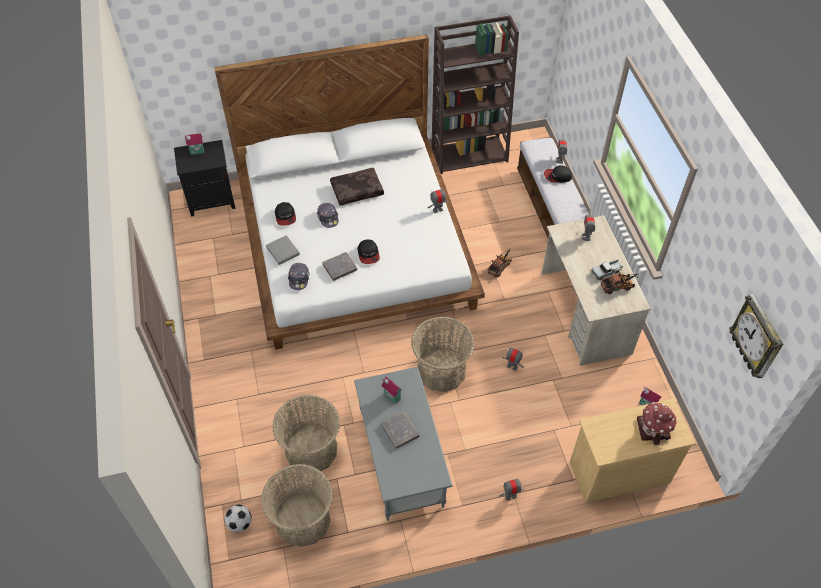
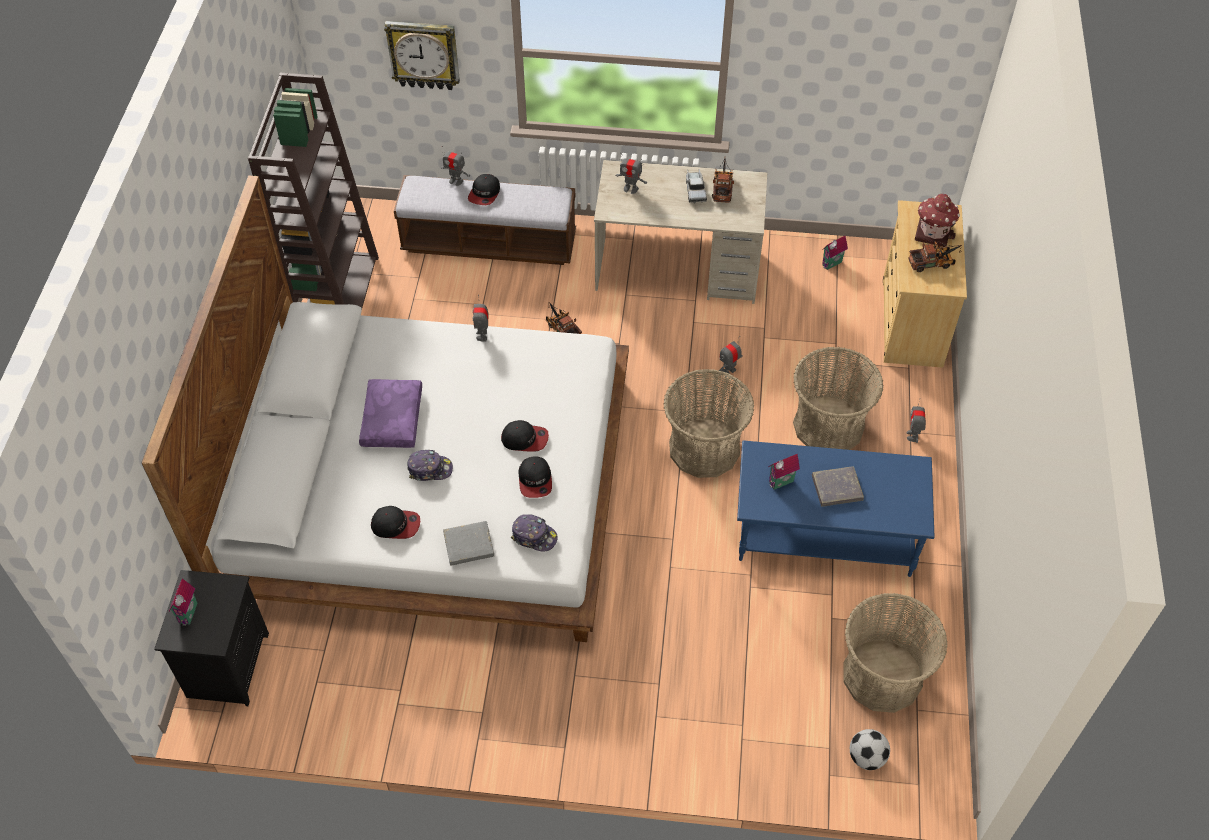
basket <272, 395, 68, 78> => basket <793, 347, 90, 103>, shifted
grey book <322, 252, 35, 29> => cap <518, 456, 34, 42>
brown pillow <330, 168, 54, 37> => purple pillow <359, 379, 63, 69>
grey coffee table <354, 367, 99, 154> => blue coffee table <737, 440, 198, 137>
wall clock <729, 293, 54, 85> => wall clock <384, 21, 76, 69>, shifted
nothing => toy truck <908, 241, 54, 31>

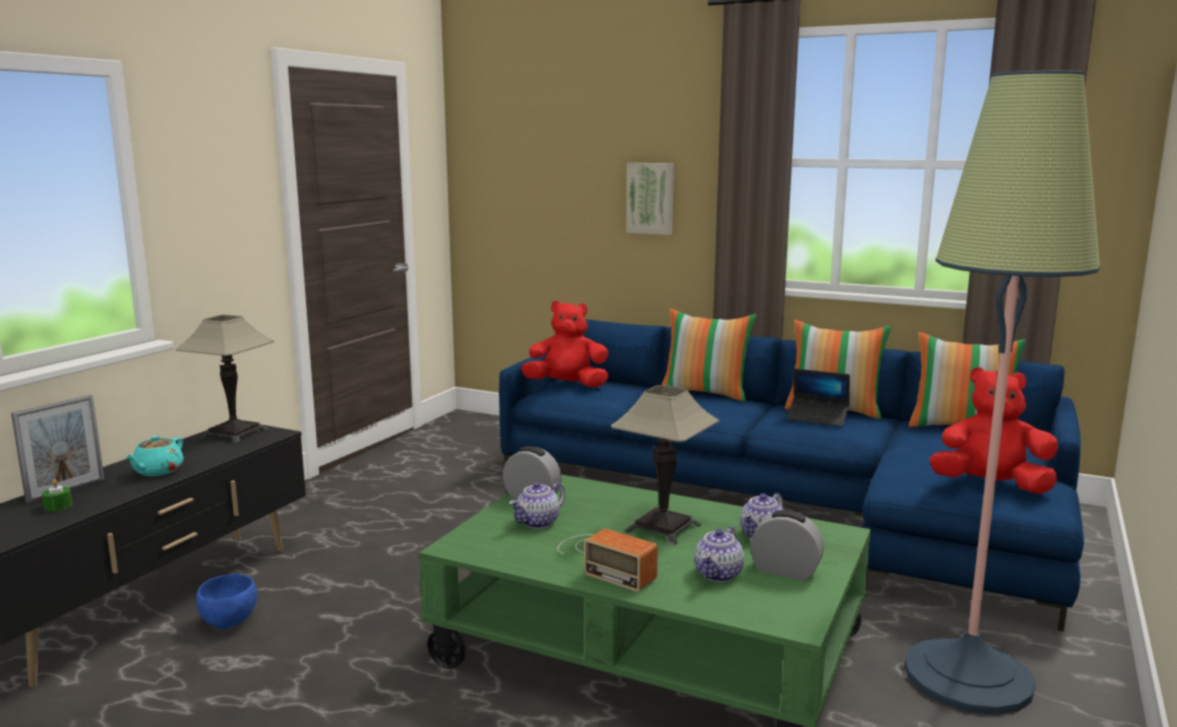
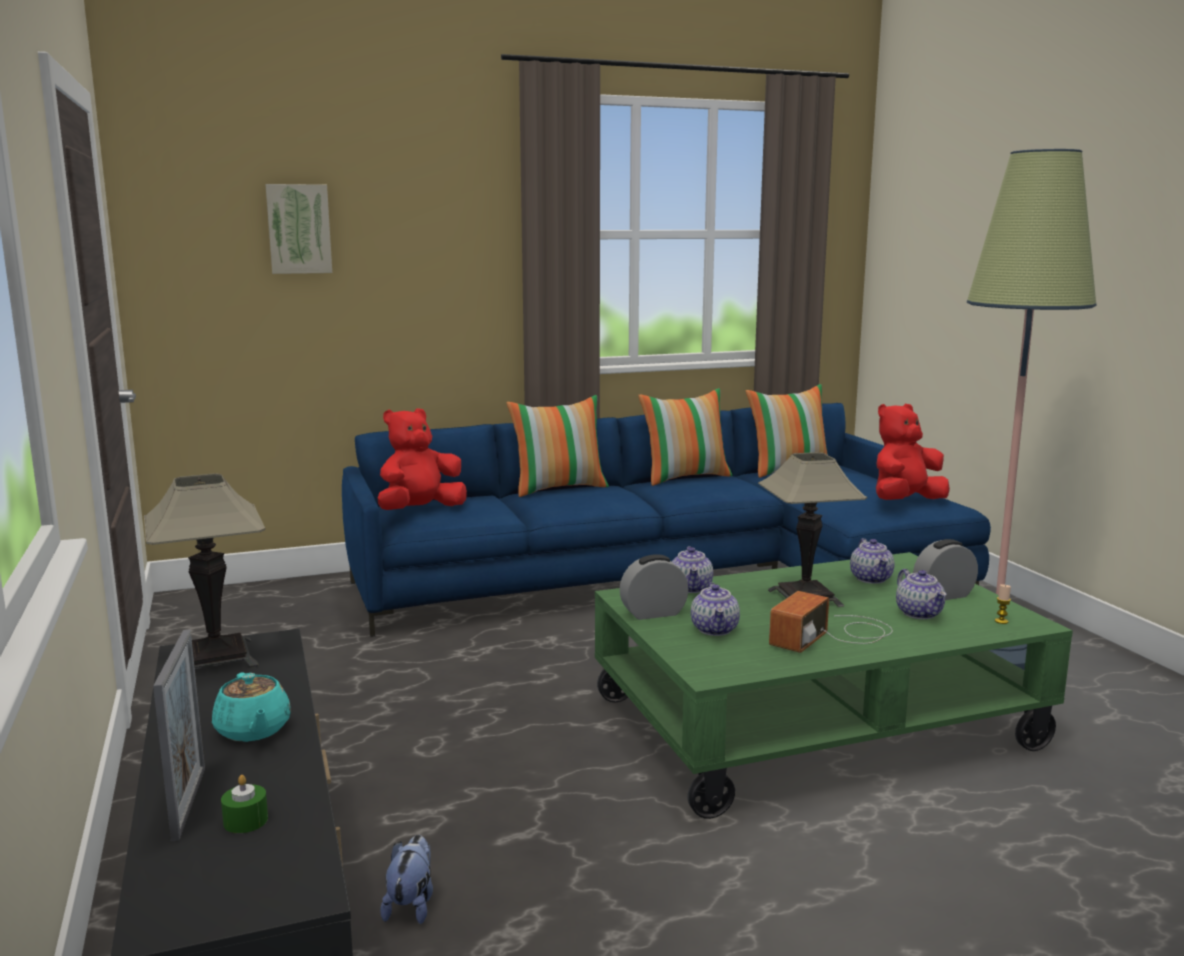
blue bowl <196, 574, 61, 55> => plush toy <380, 835, 53, 89>
radio <557, 529, 101, 63> => radio <769, 591, 124, 62>, 135 degrees clockwise
picture <626, 163, 48, 72> => picture <265, 184, 67, 90>, shifted
laptop <786, 368, 64, 59> => nothing
nothing => teapot <672, 546, 41, 47>
nothing => candle <995, 584, 16, 40>

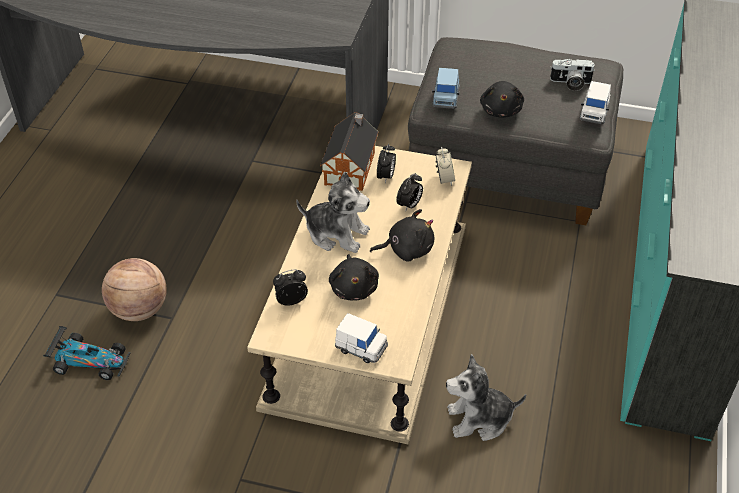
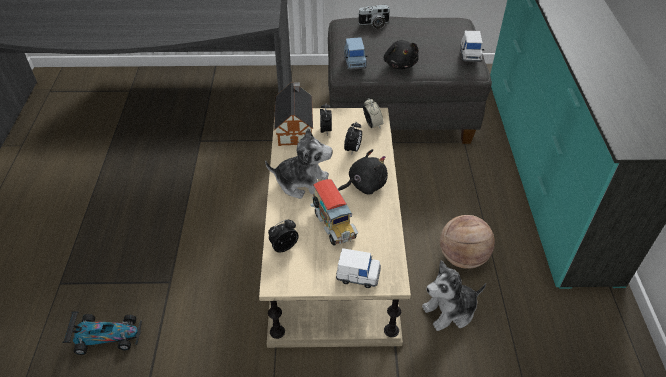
basketball <102, 258, 65, 63> => basketball <440, 215, 55, 54>, shifted
black plush toy <329, 254, 50, 47> => toy truck <310, 179, 48, 67>
photo camera <550, 59, 45, 32> => photo camera <358, 5, 33, 24>, shifted

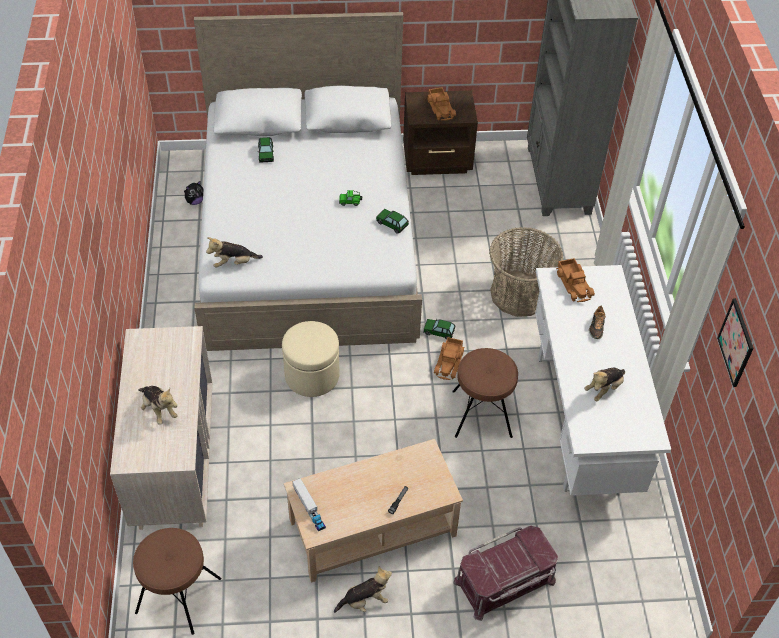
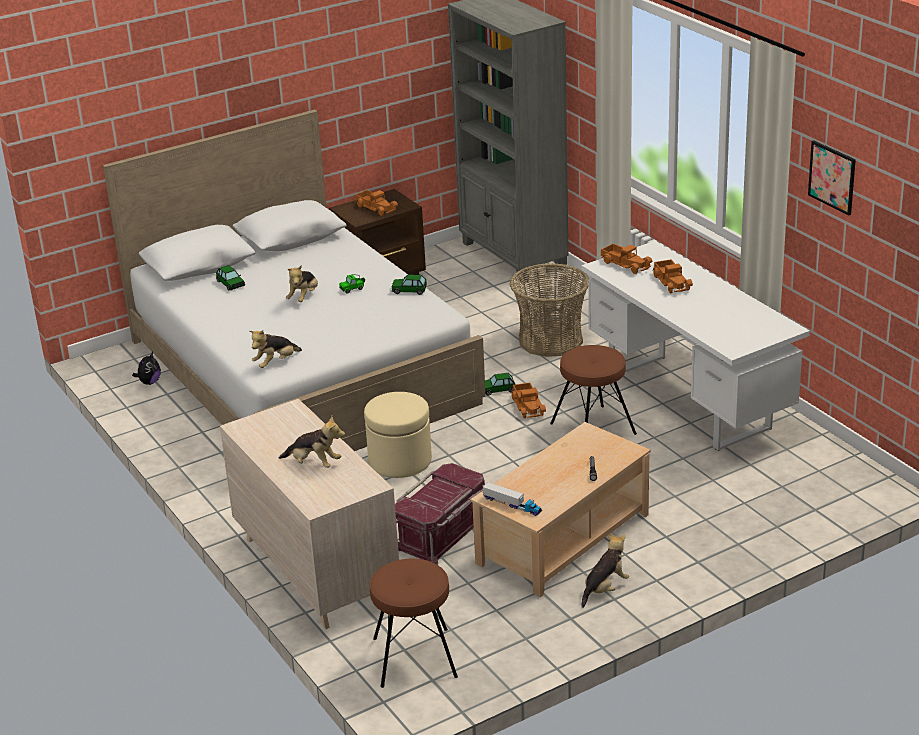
red storage box <454, 526, 104, 95> => red storage box <395, 463, 90, 102>, shifted
plush toy <584, 368, 41, 33> => plush toy <286, 265, 32, 37>, shifted
shoe <589, 306, 17, 33> => toy truck <652, 259, 41, 34>

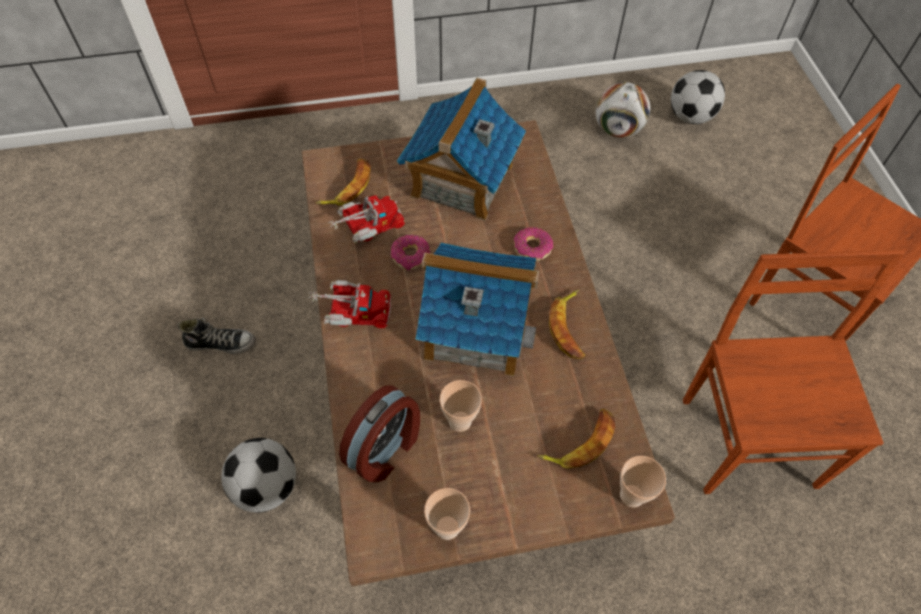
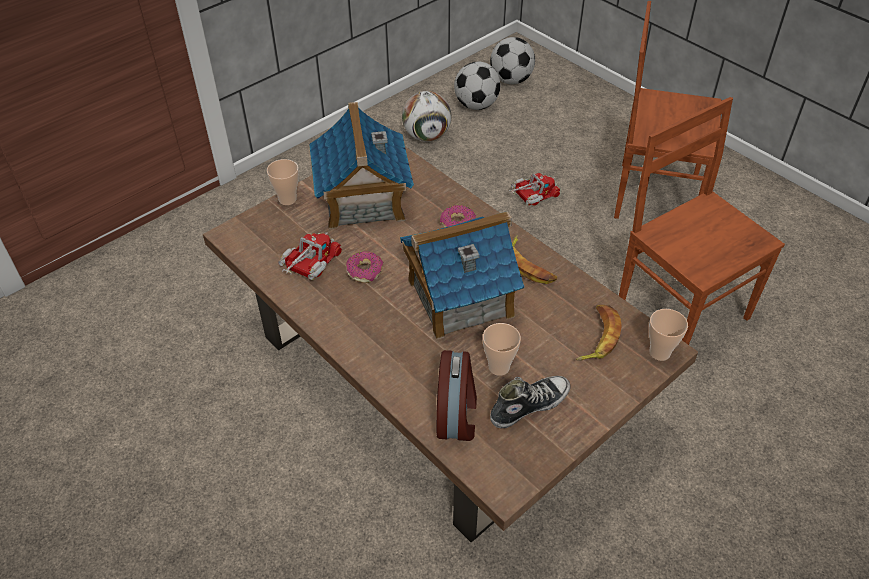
shoe <178, 318, 78, 36> => shoe <490, 376, 80, 52>, shifted
football <221, 438, 75, 75> => football <490, 37, 45, 47>, shifted
toy truck <308, 280, 83, 48> => toy truck <509, 173, 51, 32>, shifted
banana <316, 159, 55, 47> => nothing
cup <424, 488, 46, 52> => cup <267, 159, 32, 46>, shifted

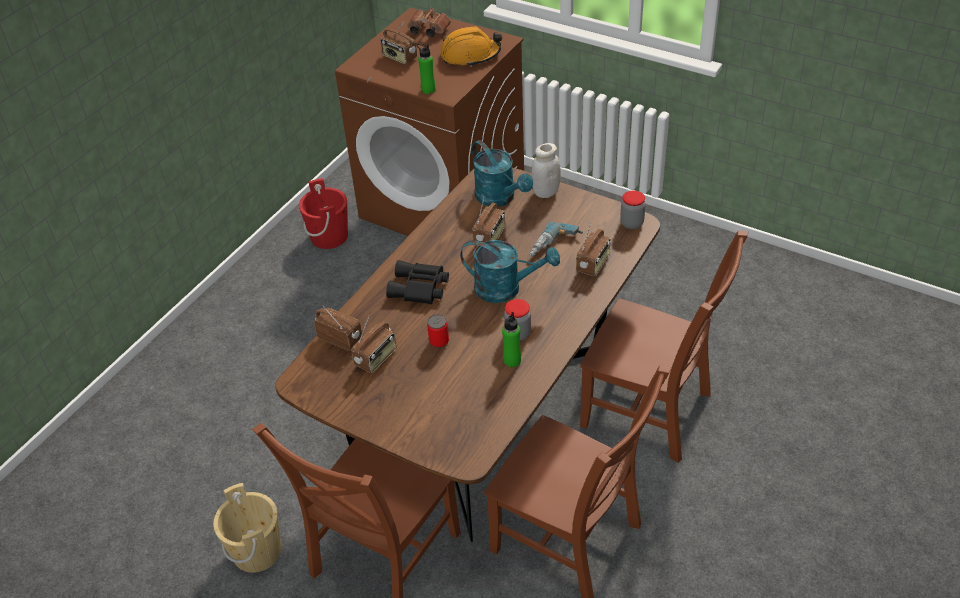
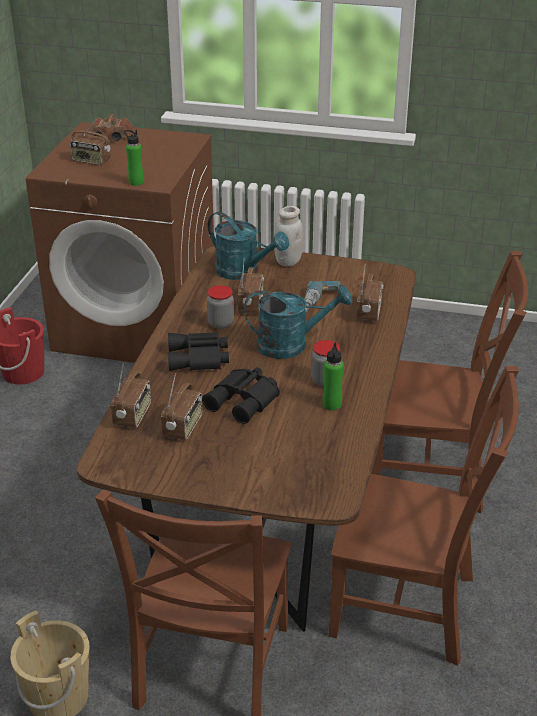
radio <314, 305, 48, 46> => radio <111, 362, 40, 66>, 90 degrees clockwise
can <427, 314, 22, 34> => black binoculars <202, 367, 78, 57>
orange hard hat <440, 26, 62, 41> => nothing
jar <620, 191, 26, 38> => jar <207, 285, 27, 44>, shifted

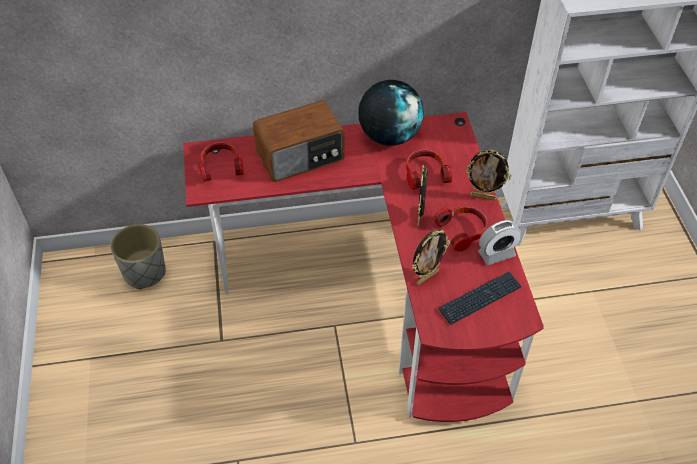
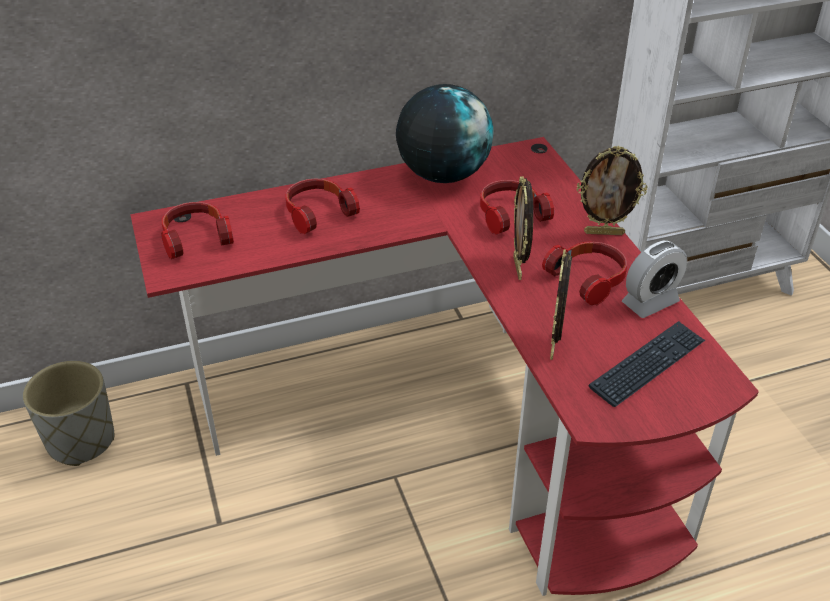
radio <253, 100, 91, 82> => headphones <285, 179, 75, 55>
picture frame <412, 230, 38, 55> => picture frame <550, 249, 22, 111>, 150 degrees clockwise

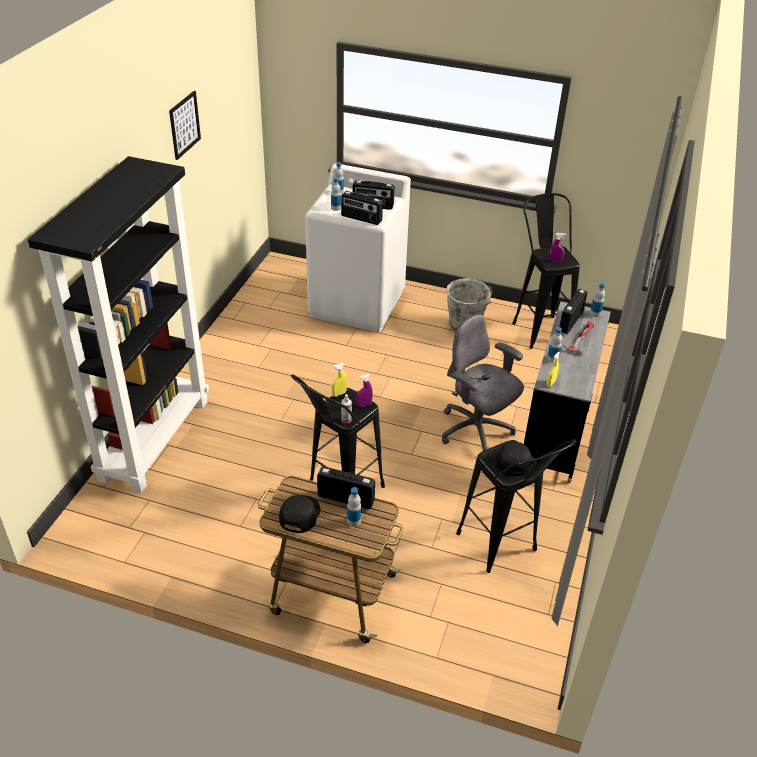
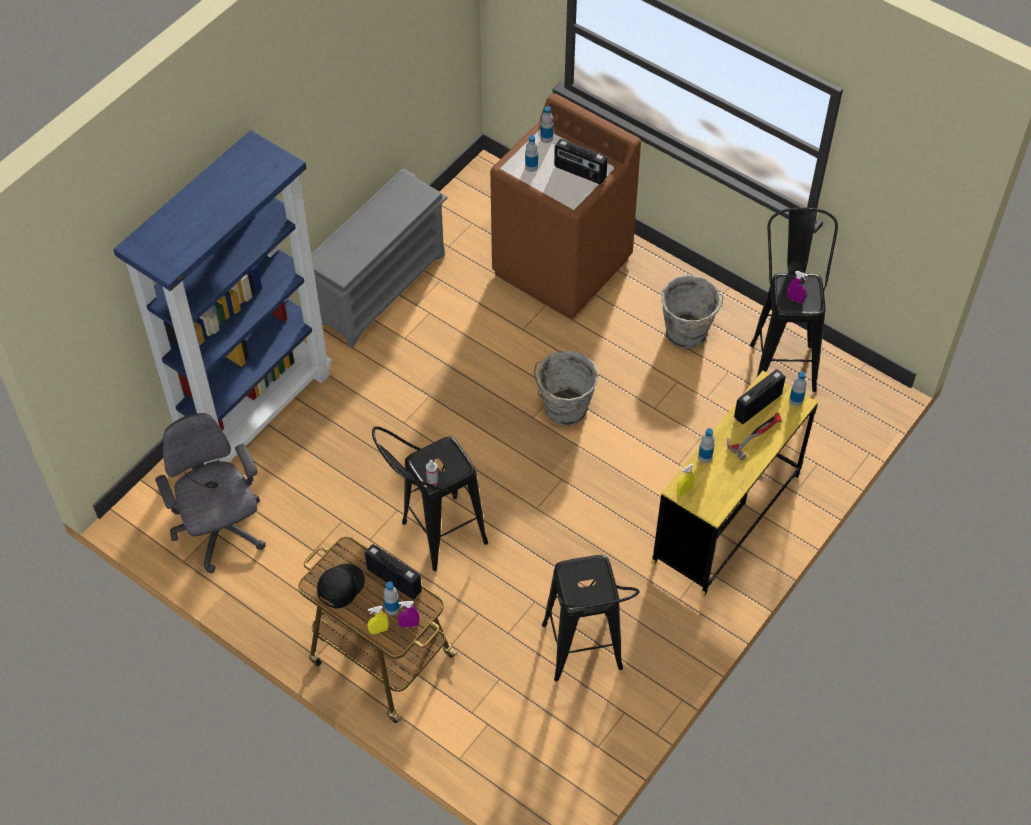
black bookcase <28, 156, 181, 338> => blue bookcase <113, 130, 219, 335>
picture <169, 91, 32, 69> => nothing
white washing machine <305, 163, 106, 170> => brown washing machine <490, 93, 151, 226>
yellow spray bottle <332, 363, 15, 34> => yellow spray bottle <367, 606, 22, 28>, shifted
radio <341, 191, 42, 34> => nothing
purple spray bottle <356, 374, 17, 34> => purple spray bottle <397, 601, 22, 27>, shifted
grey office chair <442, 314, 82, 137> => grey office chair <155, 413, 110, 160>, shifted
black cap <495, 442, 37, 34> => nothing
grey desk <524, 301, 87, 182> => yellow desk <651, 371, 167, 226>
nothing => grey shoe rack <311, 168, 136, 180>
nothing => grey bucket <534, 351, 64, 75>

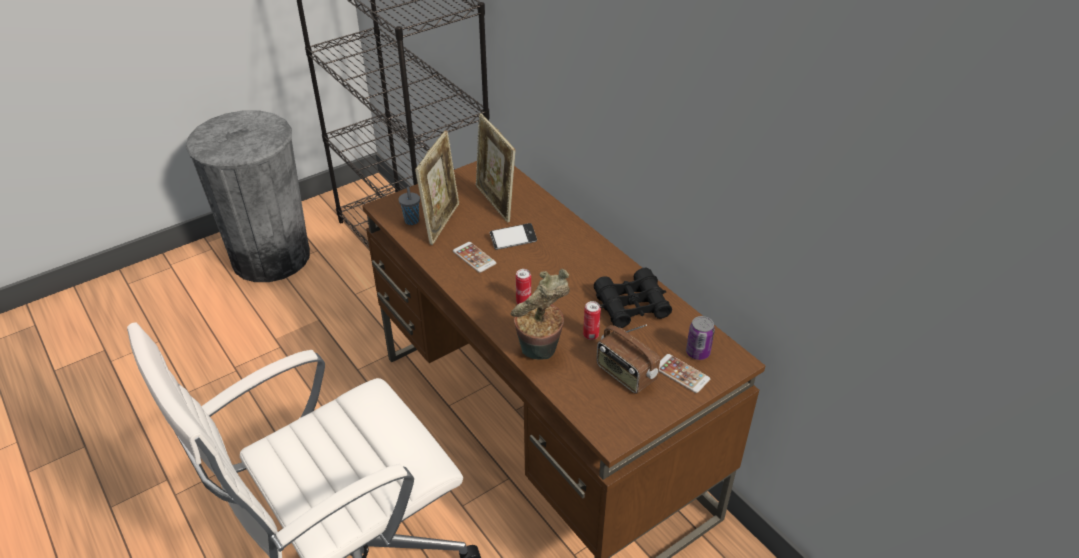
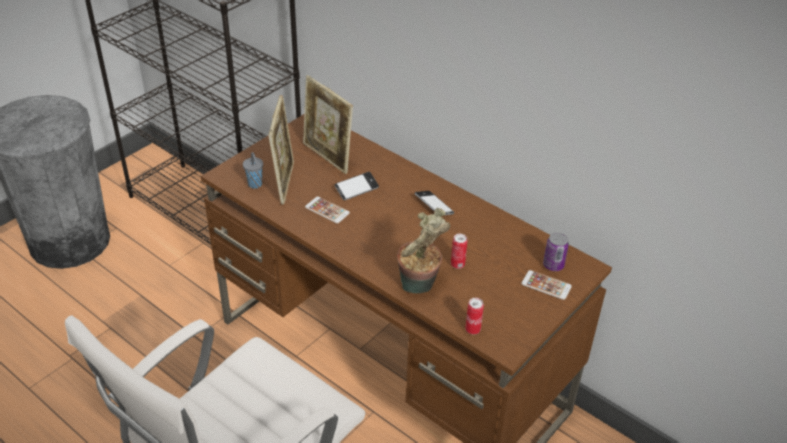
can <516, 269, 15, 35> => can <465, 298, 19, 37>, shifted
black binoculars <594, 268, 78, 60> => nothing
radio <596, 325, 64, 69> => nothing
nothing => phone <414, 191, 40, 24>

